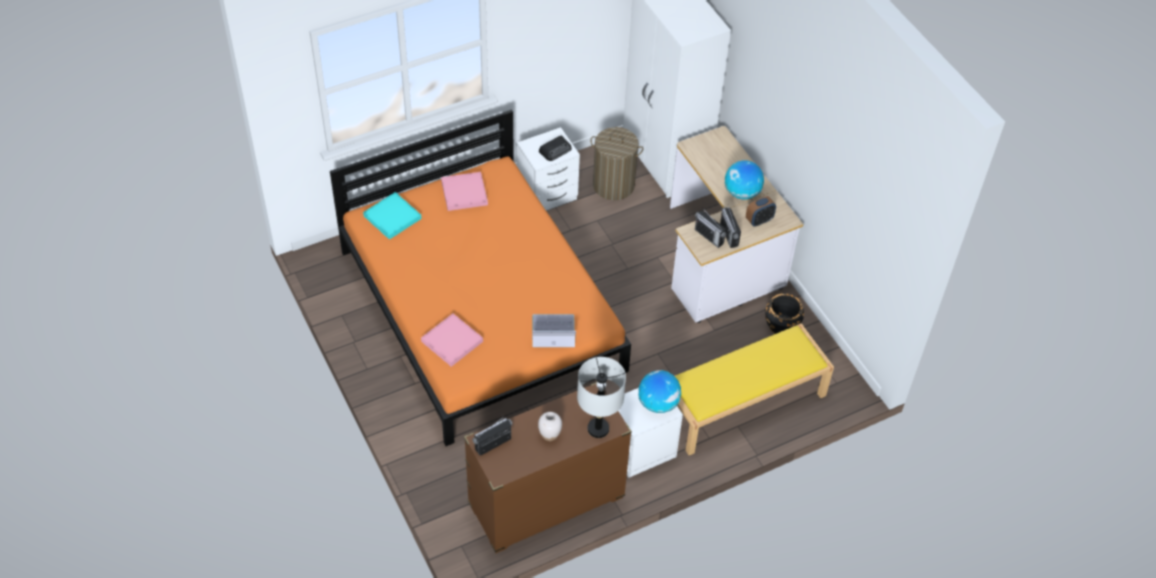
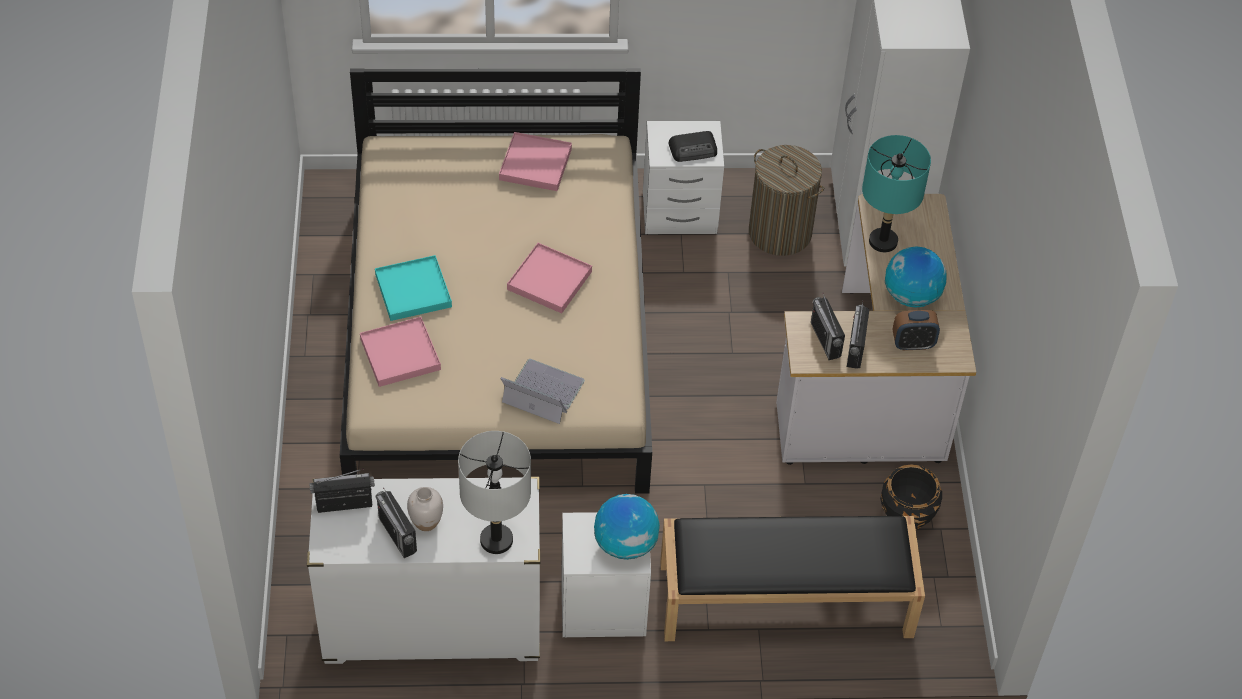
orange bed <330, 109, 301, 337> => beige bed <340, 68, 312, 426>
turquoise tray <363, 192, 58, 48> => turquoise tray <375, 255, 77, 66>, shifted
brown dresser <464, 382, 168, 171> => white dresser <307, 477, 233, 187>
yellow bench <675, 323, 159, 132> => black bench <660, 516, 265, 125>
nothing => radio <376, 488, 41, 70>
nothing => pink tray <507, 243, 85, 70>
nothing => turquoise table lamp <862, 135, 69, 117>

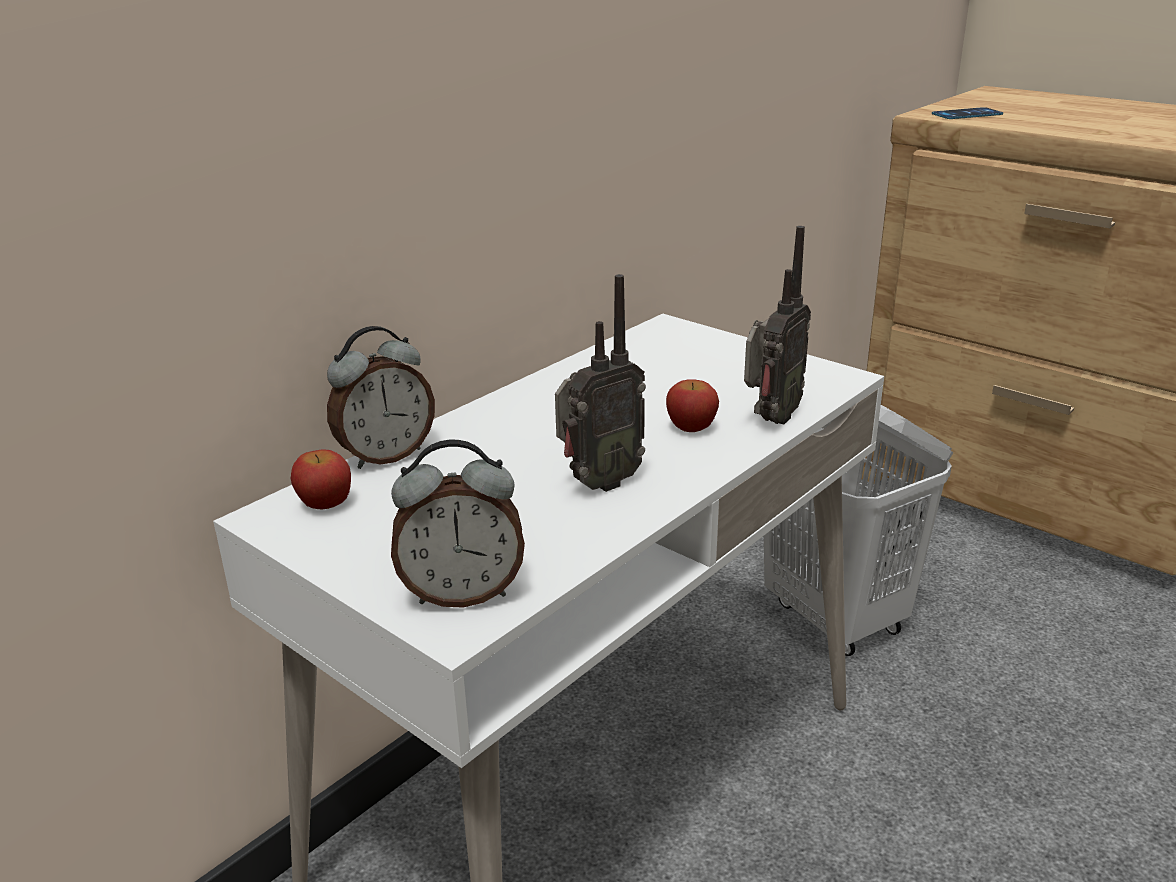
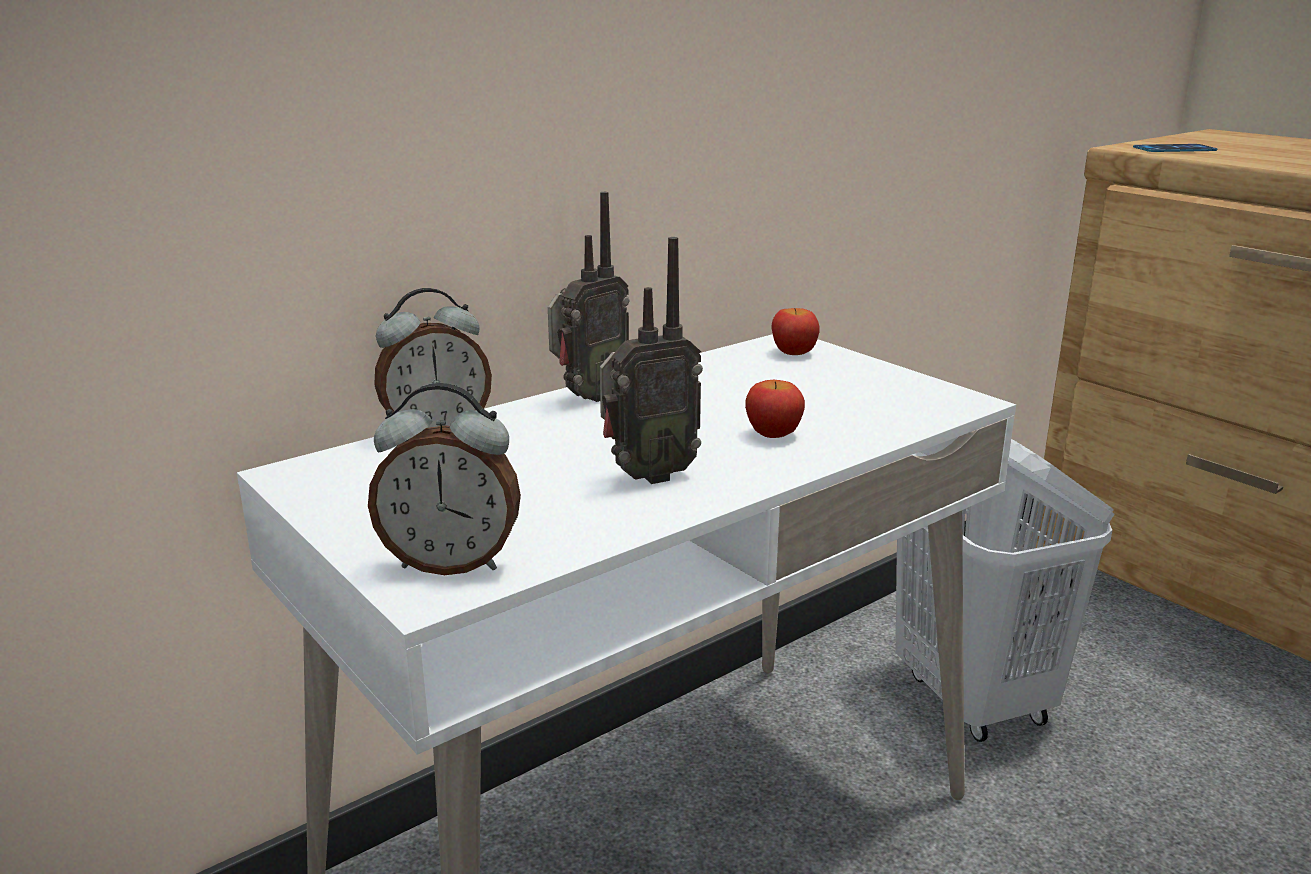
apple <291, 449, 60, 60> => apple <772, 308, 48, 47>, shifted
radio <744, 226, 67, 199> => radio <548, 192, 81, 210>, shifted

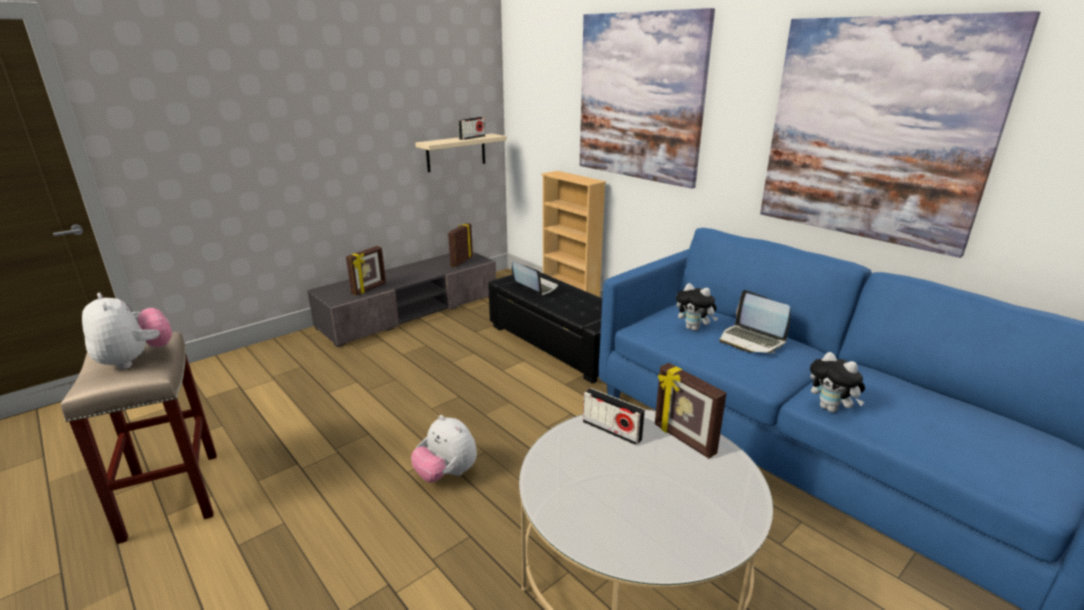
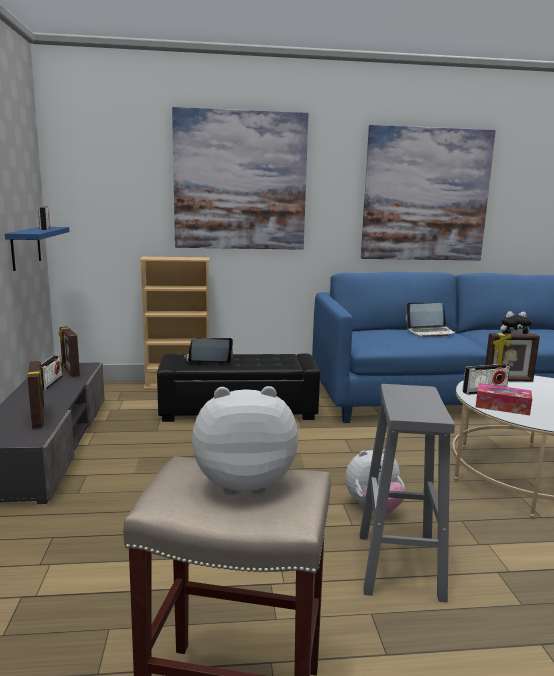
beige shelf <415, 134, 92, 38> => blue shelf <5, 227, 65, 44>
plush toy <676, 283, 42, 48> => nothing
nothing => radio <41, 356, 21, 34>
nothing => grey stool <359, 384, 96, 218>
nothing => tissue box <476, 383, 56, 32>

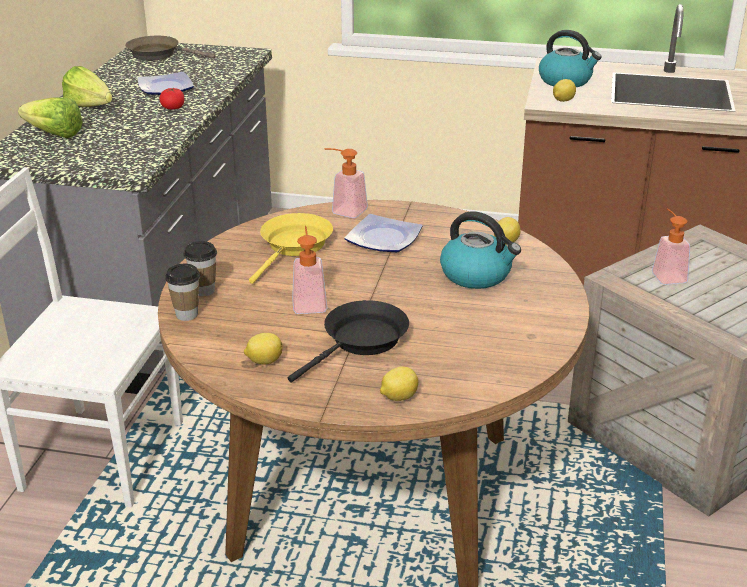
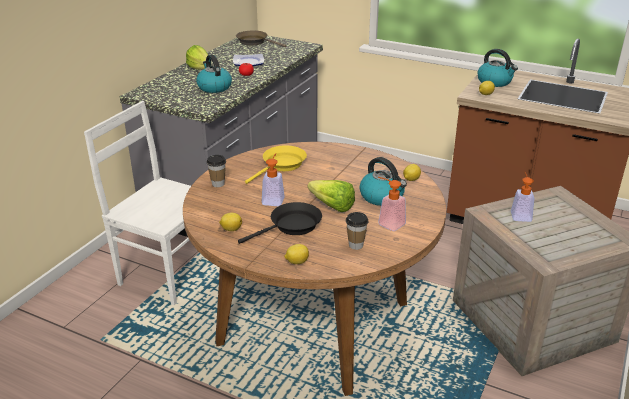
lettuce <18, 97, 65, 41> => lettuce <308, 180, 47, 32>, shifted
cup <165, 264, 35, 57> => cup <346, 212, 23, 38>, shifted
soap dispenser <325, 148, 43, 70> => soap dispenser <378, 177, 28, 54>, shifted
plate <344, 214, 79, 38> => nothing
nothing => kettle <196, 55, 36, 38>

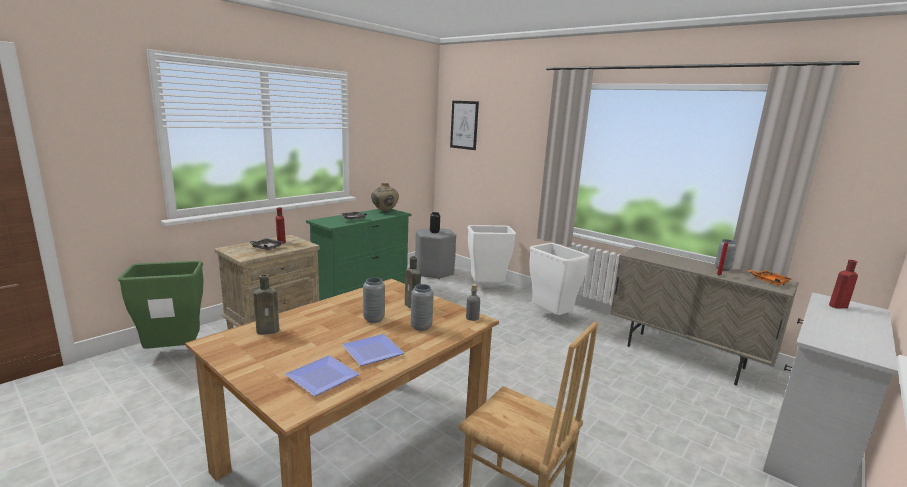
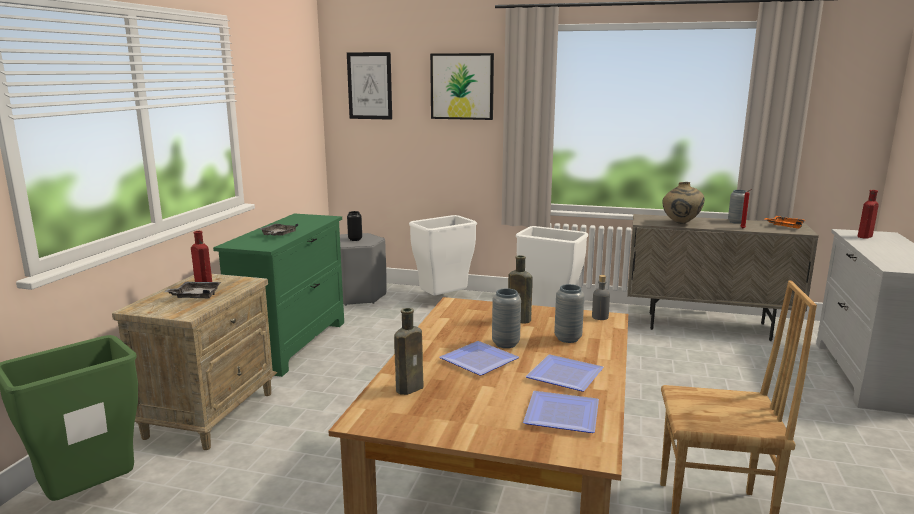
beige vase <371, 183, 28, 29> => beige vase <662, 182, 43, 42>, shifted
nothing => picture <430, 53, 64, 67>
nothing => plate <439, 341, 80, 35>

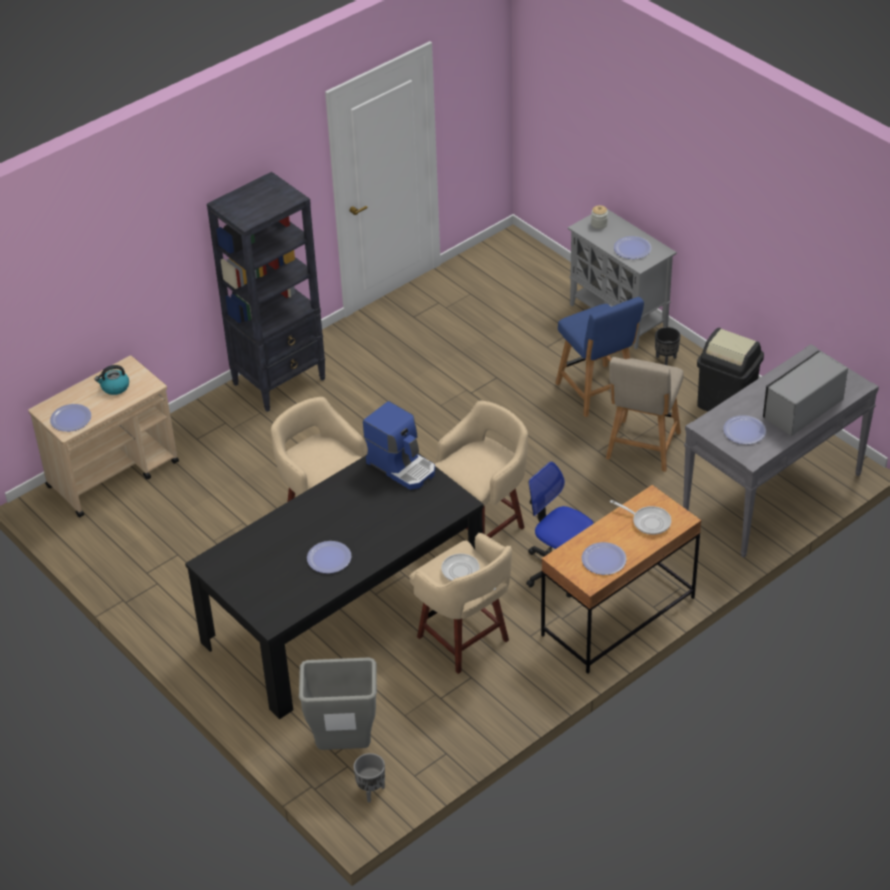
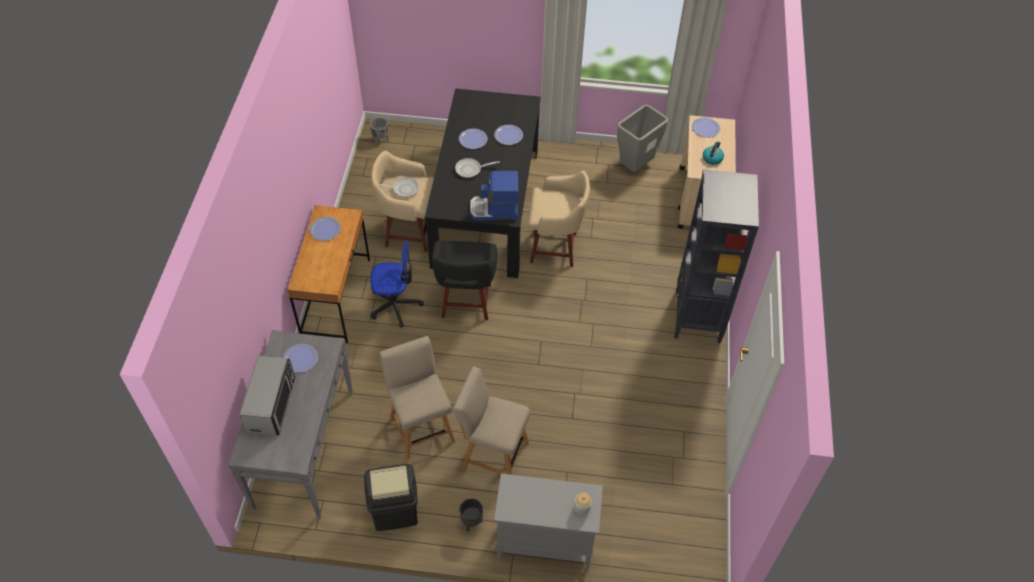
grey trash can <299, 658, 78, 92> => grey trash can <617, 104, 51, 68>, shifted
beige stool <435, 401, 93, 137> => black stool <432, 241, 66, 79>
blue chair <556, 297, 88, 120> => beige chair <453, 366, 77, 109>
frying pan <610, 500, 61, 35> => frying pan <455, 158, 45, 20>, shifted
plate <614, 236, 38, 23> => plate <494, 125, 29, 20>, shifted

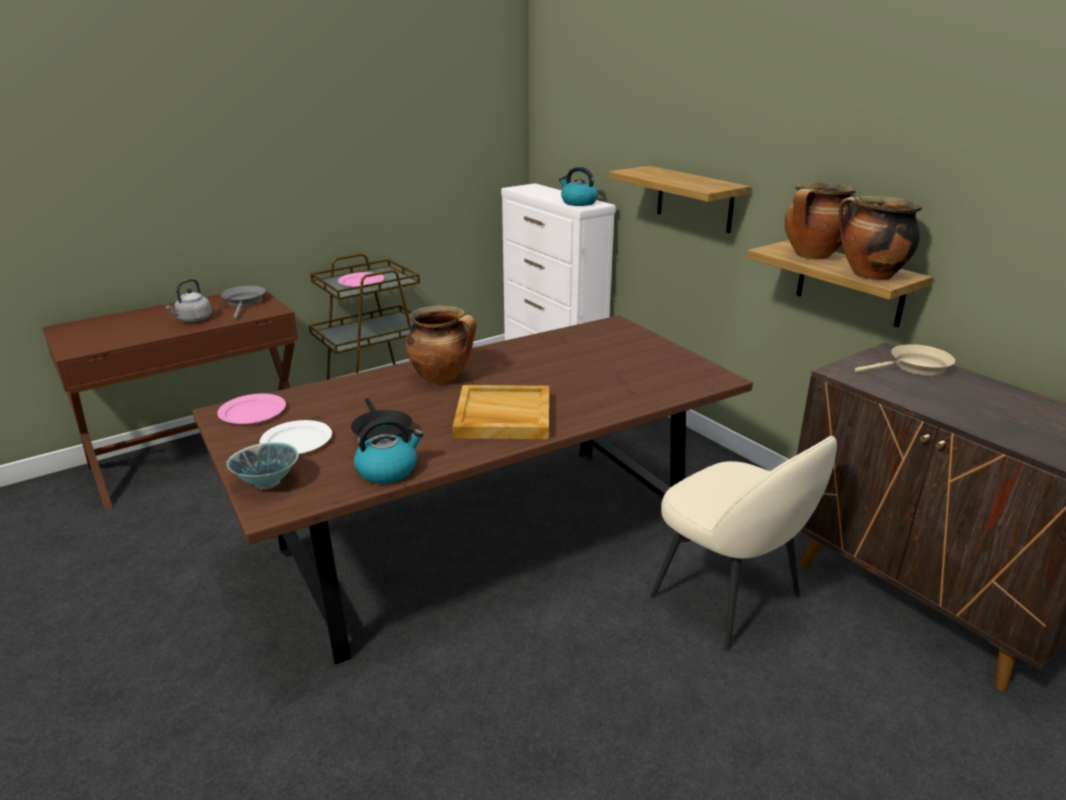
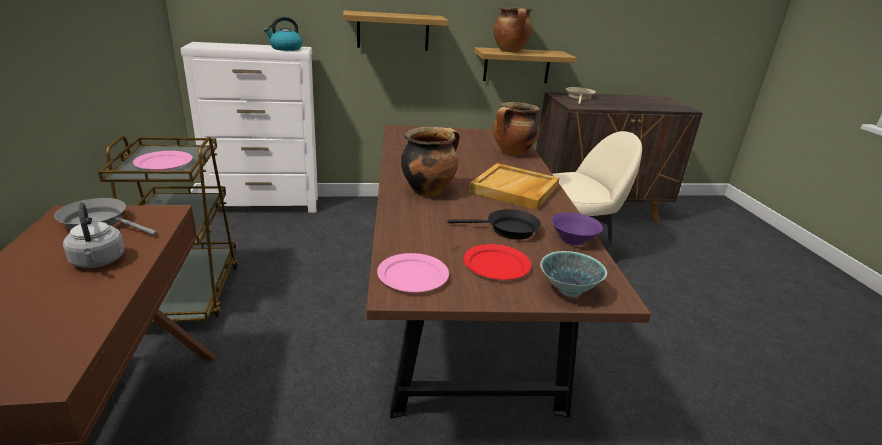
white plate <260, 420, 72, 34> => red plate <463, 244, 68, 36>
kettle <354, 418, 69, 66> => purple bowl <551, 212, 52, 33>
cooking pot <839, 196, 83, 84> => cooking pot <493, 102, 47, 54>, shifted

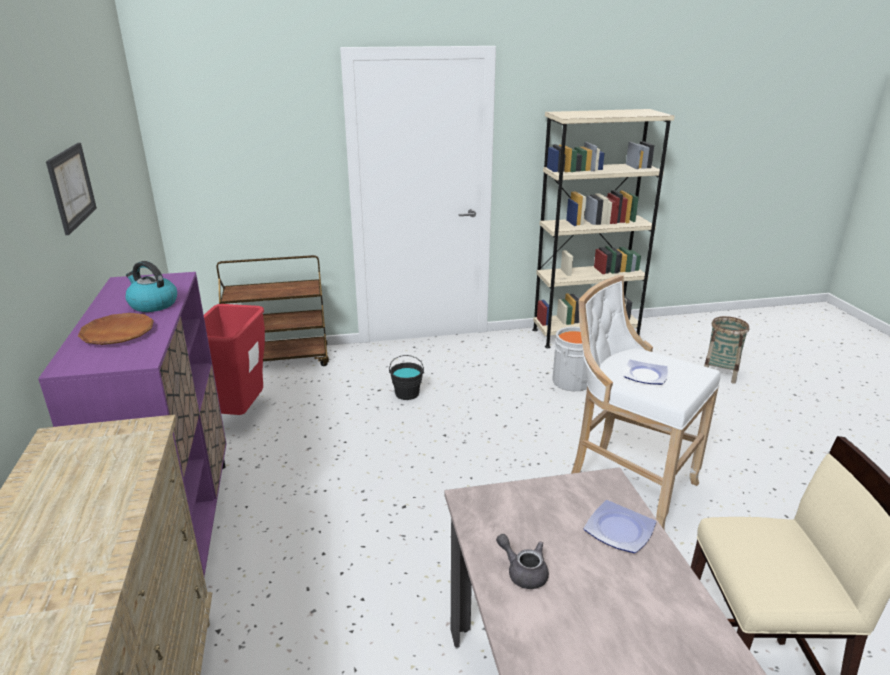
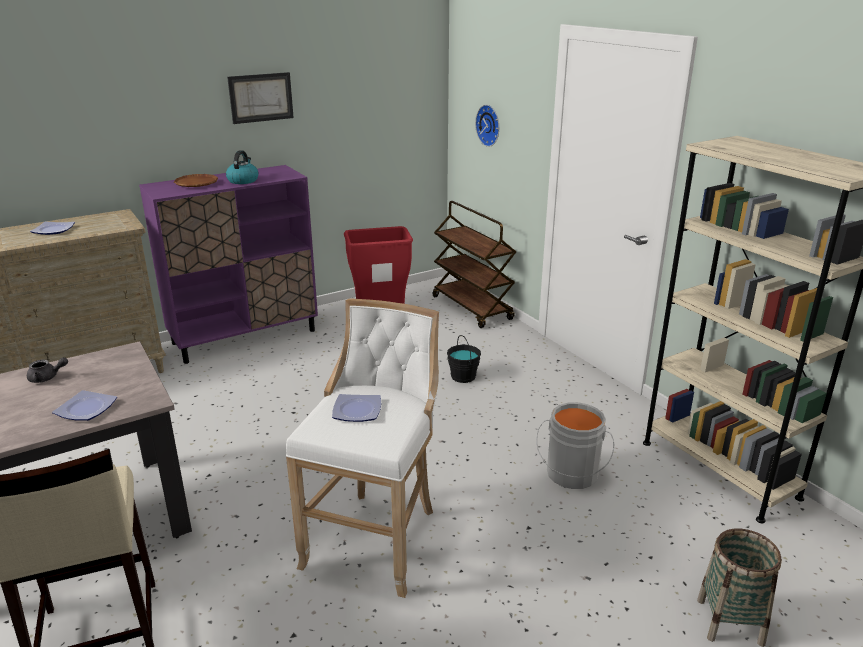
grey teapot <496, 534, 53, 55> => grey teapot <27, 357, 41, 26>, 60 degrees clockwise
nothing => plate <30, 222, 45, 13>
nothing => wall clock <475, 105, 24, 42>

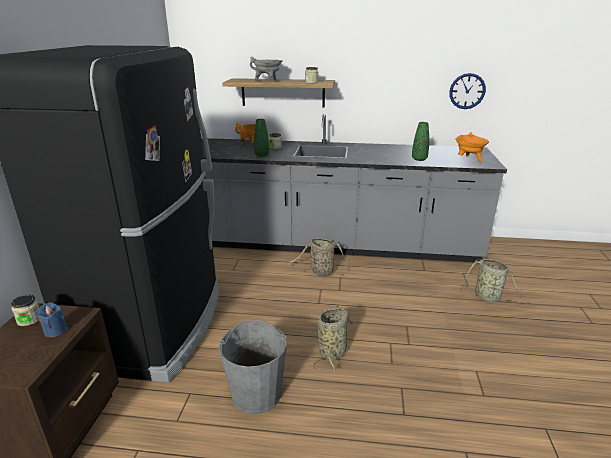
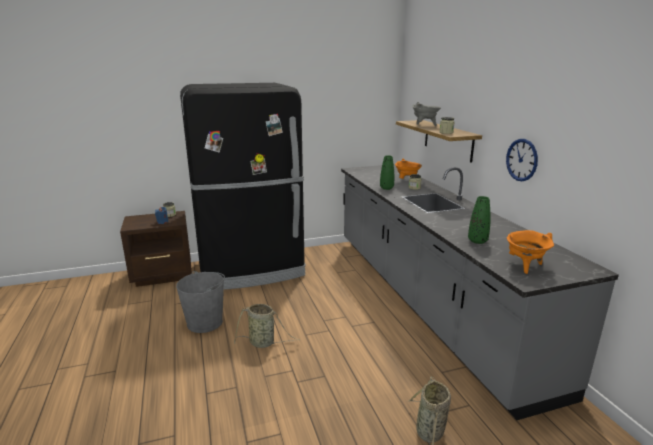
basket <288, 238, 59, 38> => nothing
wall clock <449, 73, 37, 36> => wall clock <506, 139, 32, 42>, shifted

